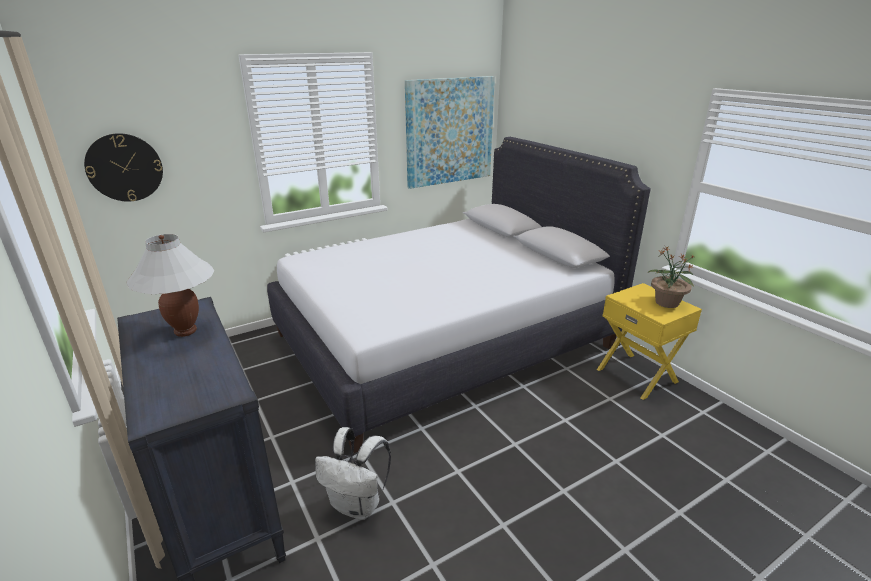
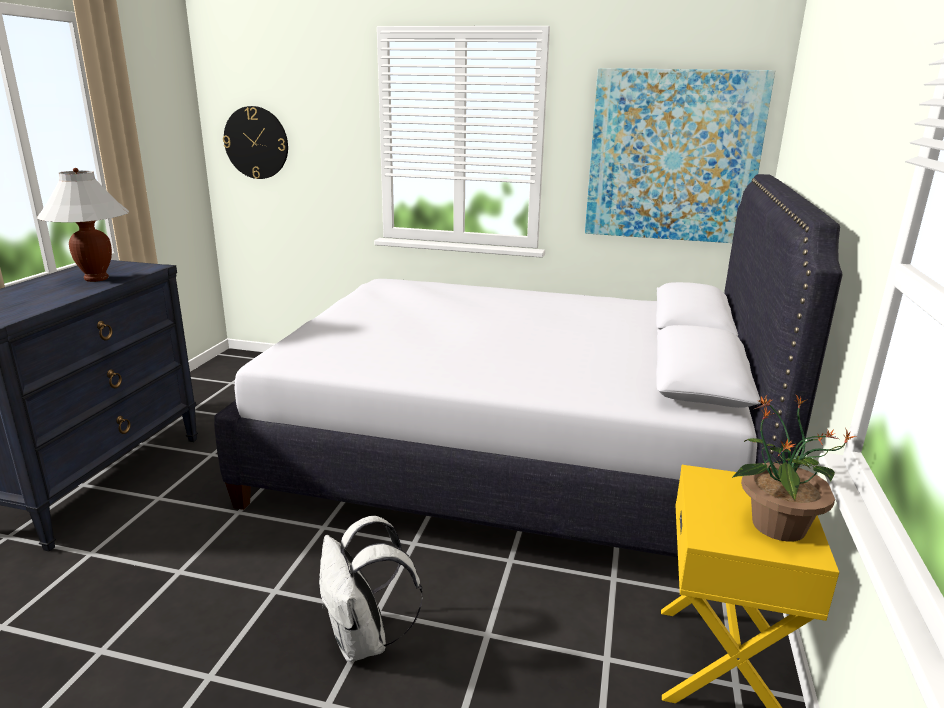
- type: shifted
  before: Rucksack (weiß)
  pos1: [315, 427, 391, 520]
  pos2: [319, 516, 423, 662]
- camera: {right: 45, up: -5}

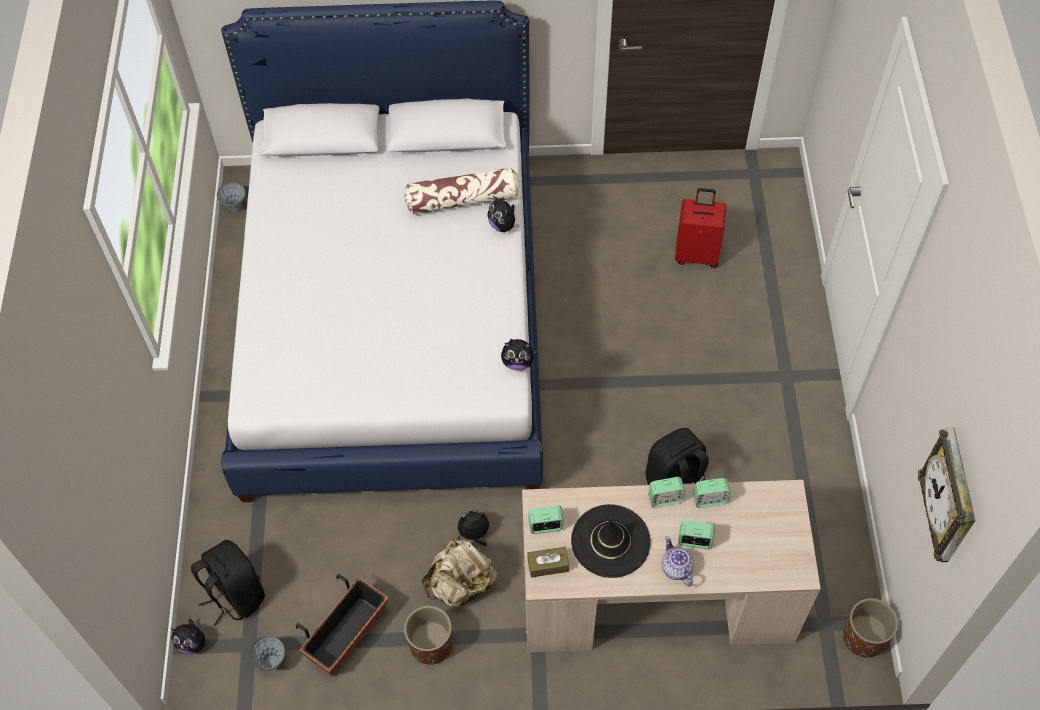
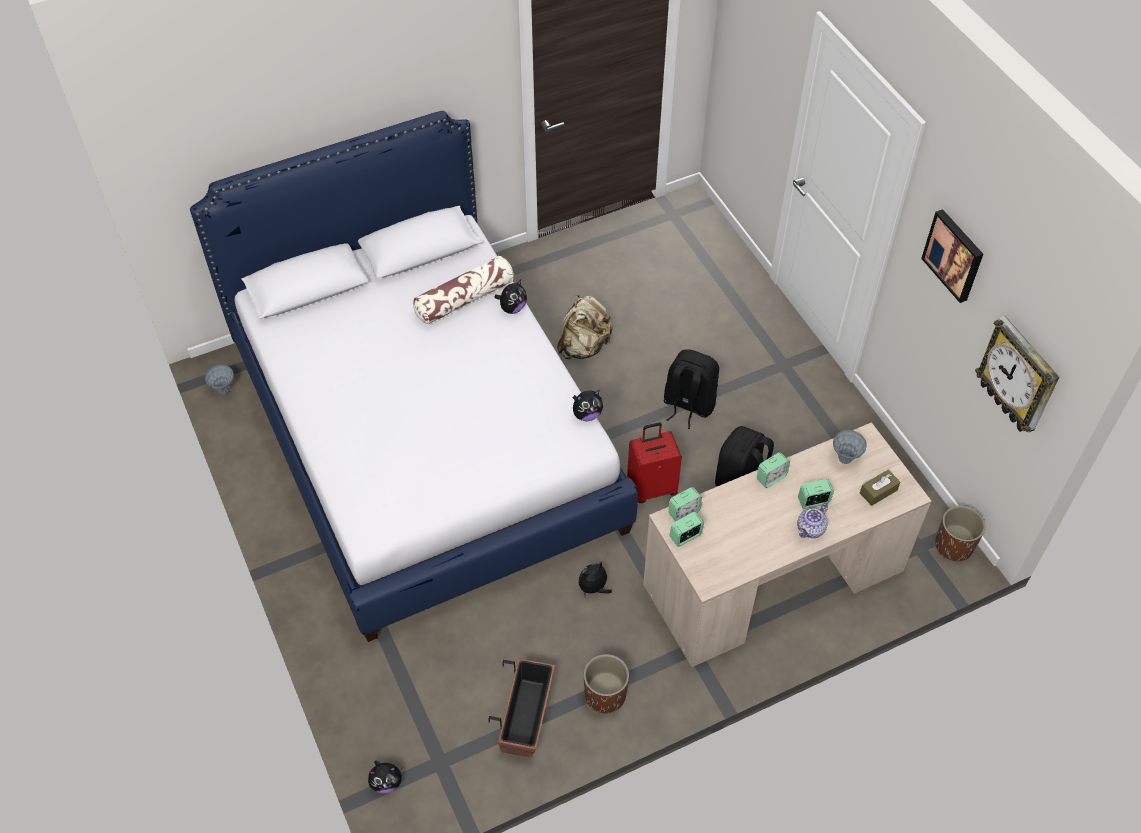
- type: shifted
  before: Rucksack (schwarz)
  pos1: [191, 540, 265, 626]
  pos2: [664, 349, 719, 429]
- type: shifted
  before: Vase (grau)
  pos1: [250, 636, 285, 671]
  pos2: [833, 430, 867, 464]
- type: shifted
  before: Rucksack (beige)
  pos1: [422, 540, 497, 607]
  pos2: [557, 295, 613, 359]
- type: rotated
  before: Plüschtier
  pos1: [487, 196, 520, 232]
  pos2: [494, 279, 527, 314]
  turn: -75
- type: shifted
  before: Taschentuchbox (braun)
  pos1: [527, 547, 569, 578]
  pos2: [860, 470, 900, 506]
- type: gone
  before: Hut (schwarz)
  pos1: [571, 504, 651, 578]
- type: rotated
  before: Teekanne
  pos1: [662, 536, 694, 587]
  pos2: [797, 504, 828, 538]
  turn: -90
- type: shifted
  before: Koffer (rot)
  pos1: [675, 188, 726, 268]
  pos2: [627, 422, 682, 503]
- type: shifted
  before: Wecker
  pos1: [693, 478, 730, 508]
  pos2: [668, 487, 702, 521]
- type: new
  after: Bild
  pos2: [921, 209, 983, 303]
- camera: {right: -25, up: -5}

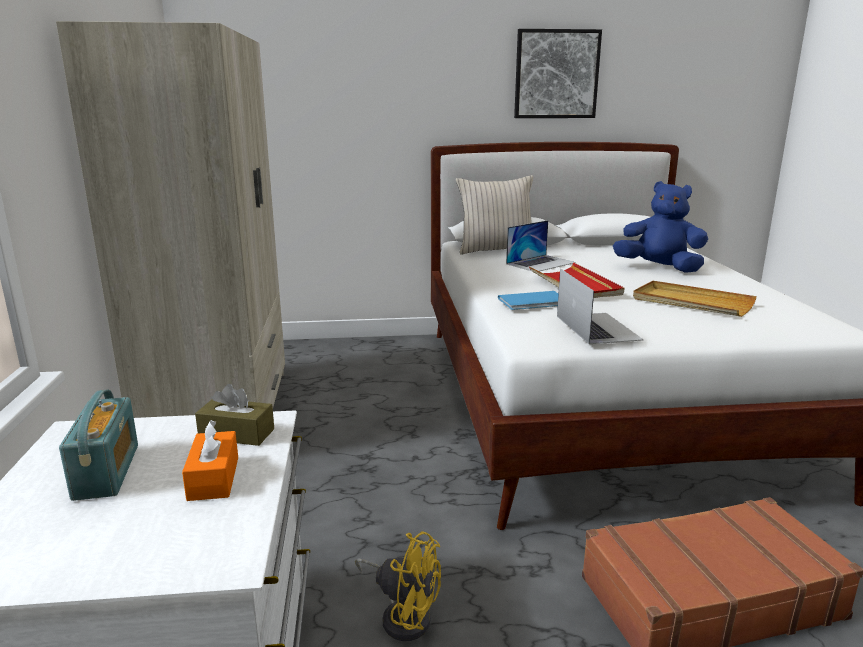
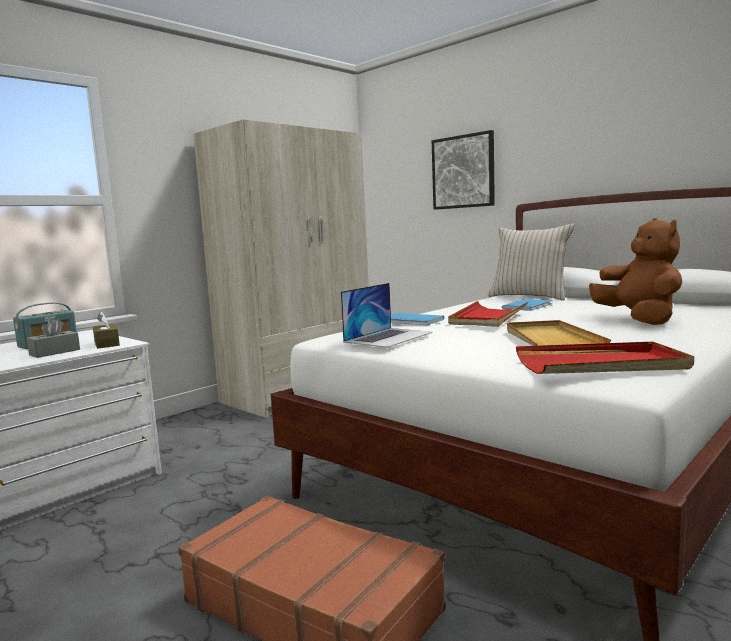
- type: repainted
  before: Taschentuchbox (orange)
  after: Taschentuchbox (grau)
  pos1: [182, 420, 238, 501]
  pos2: [27, 318, 80, 358]
- type: gone
  before: Ventilator (gelb)
  pos1: [355, 531, 441, 641]
- type: swapped
  before: Laptop
  after: Buch (blau)
  pos1: [506, 220, 576, 271]
  pos2: [502, 299, 552, 311]
- type: shifted
  before: Bild
  pos1: [514, 29, 602, 118]
  pos2: [432, 130, 495, 210]
- type: repainted
  before: Plüschtier (blau)
  after: Plüschtier (braun)
  pos1: [613, 181, 708, 273]
  pos2: [589, 218, 682, 325]
- type: new
  after: Tablett (rot)
  pos2: [516, 341, 694, 374]
- camera: {right: 50, up: -10}

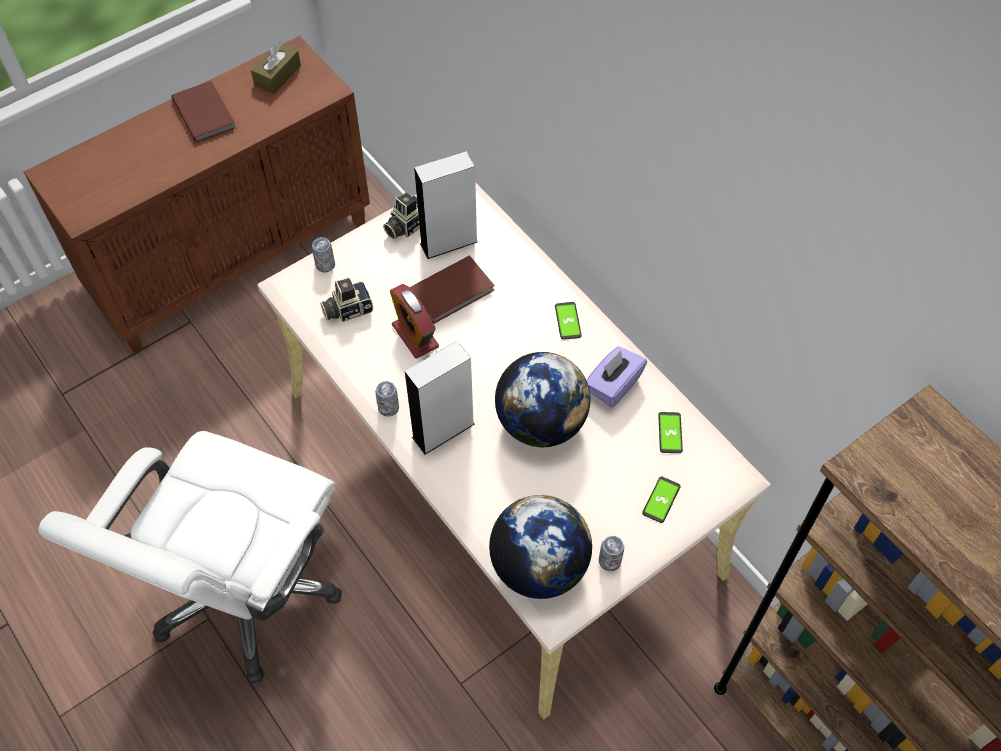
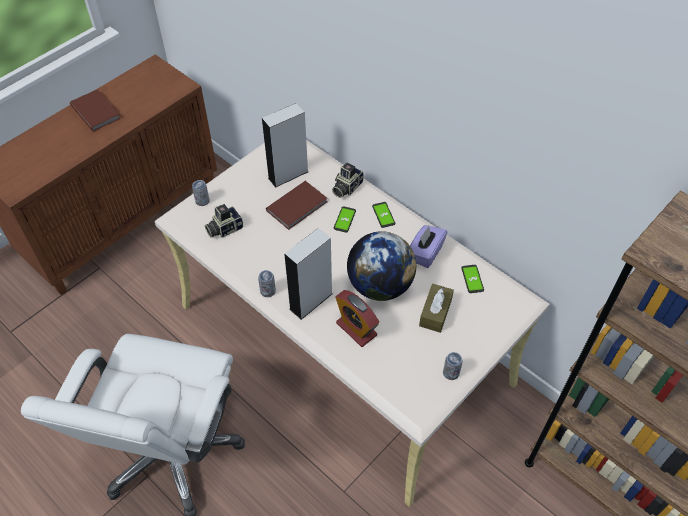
- type: shifted
  before: Taschentuchbox (braun)
  pos1: [251, 42, 301, 94]
  pos2: [419, 284, 454, 333]
- type: shifted
  before: Kamera
  pos1: [383, 193, 420, 239]
  pos2: [332, 163, 364, 198]
- type: shifted
  before: Wecker
  pos1: [390, 284, 439, 359]
  pos2: [335, 290, 379, 347]
- type: gone
  before: Globus
  pos1: [489, 495, 592, 599]
- type: shifted
  before: Handy
  pos1: [642, 476, 680, 523]
  pos2: [334, 206, 356, 233]
- camera: {right: -10, up: -5}

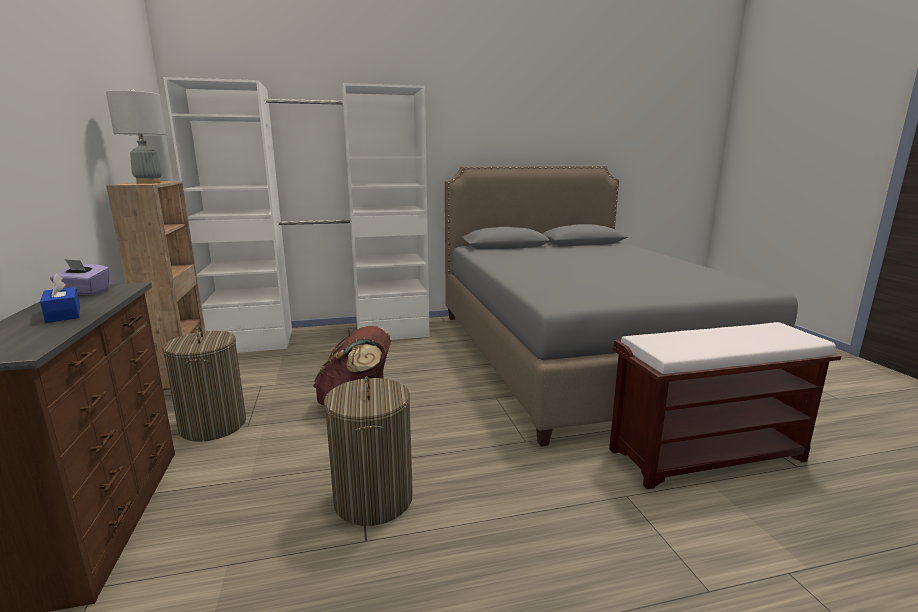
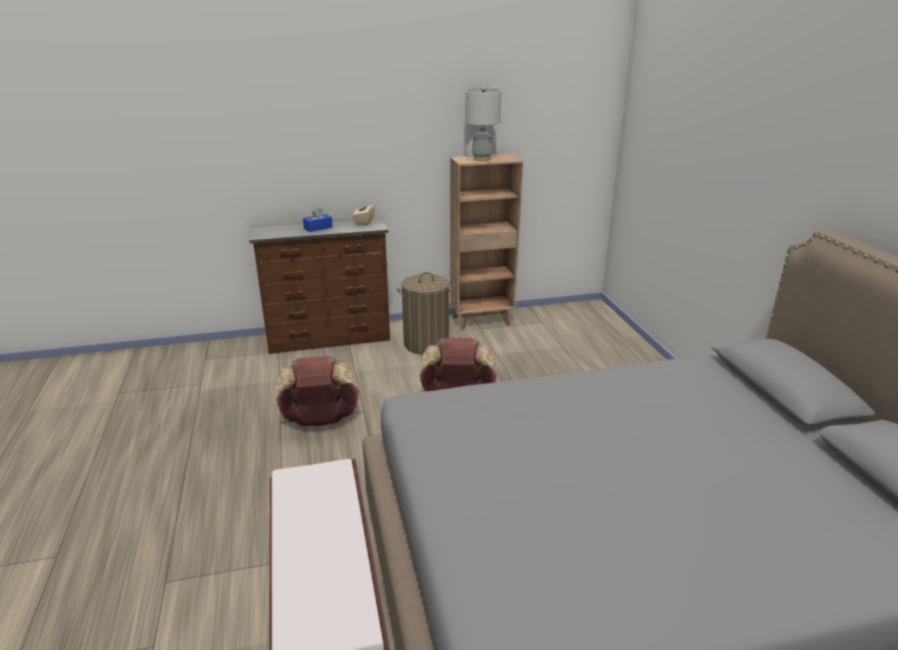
- type: repainted
  before: Taschentuchbox (lila)
  after: Taschentuchbox (beige)
  pos1: [50, 259, 110, 295]
  pos2: [353, 200, 375, 225]
- type: gone
  before: Kleiderschrank (weiß)
  pos1: [163, 77, 430, 353]
- type: swapped
  before: Wäschekorb
  after: Rucksack (braun)
  pos1: [324, 376, 413, 526]
  pos2: [275, 356, 360, 426]
- camera: {right: 90, up: 10}

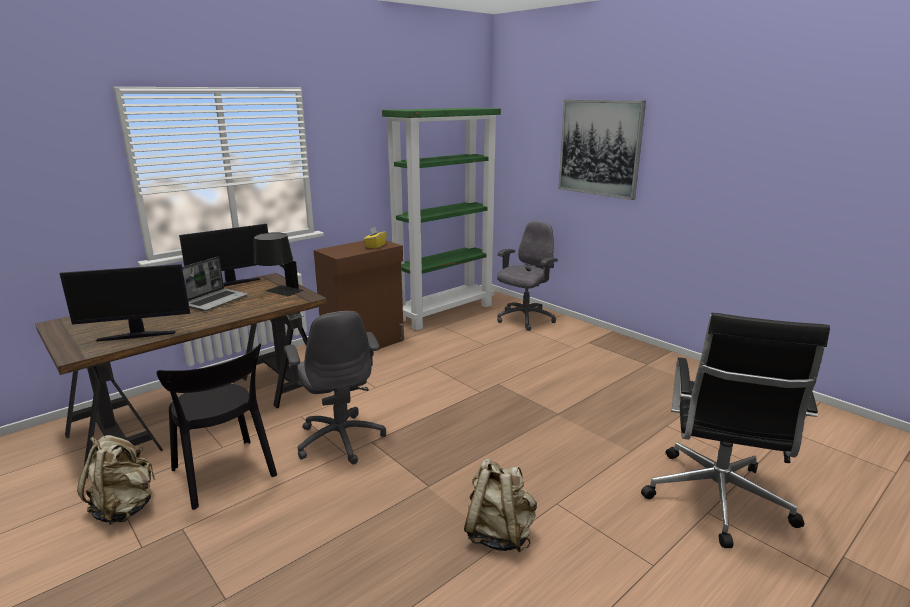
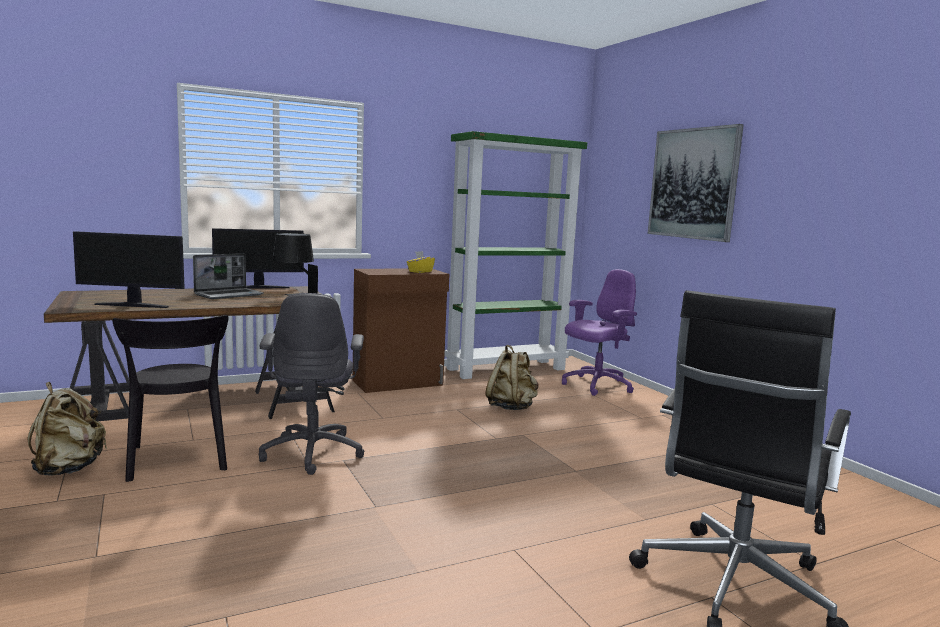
- type: shifted
  before: Rucksack (beige)
  pos1: [464, 459, 537, 552]
  pos2: [485, 345, 539, 410]
- type: repainted
  before: Bürostuhl (grau)
  after: Bürostuhl (lila)
  pos1: [497, 221, 558, 331]
  pos2: [562, 269, 637, 396]
- camera: {right: 15, up: -10}

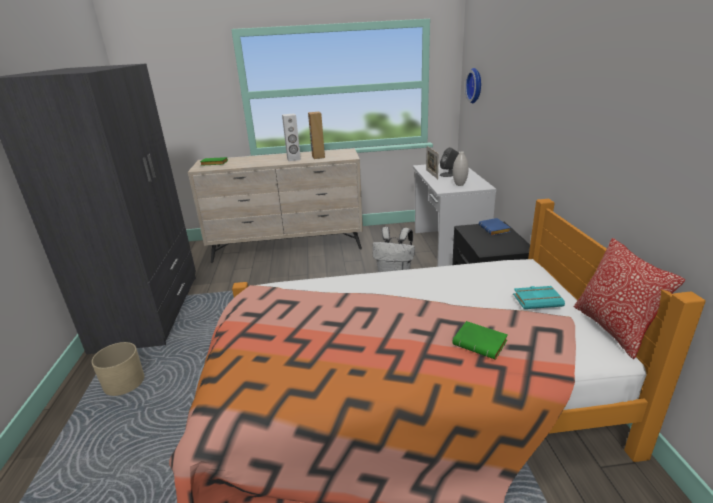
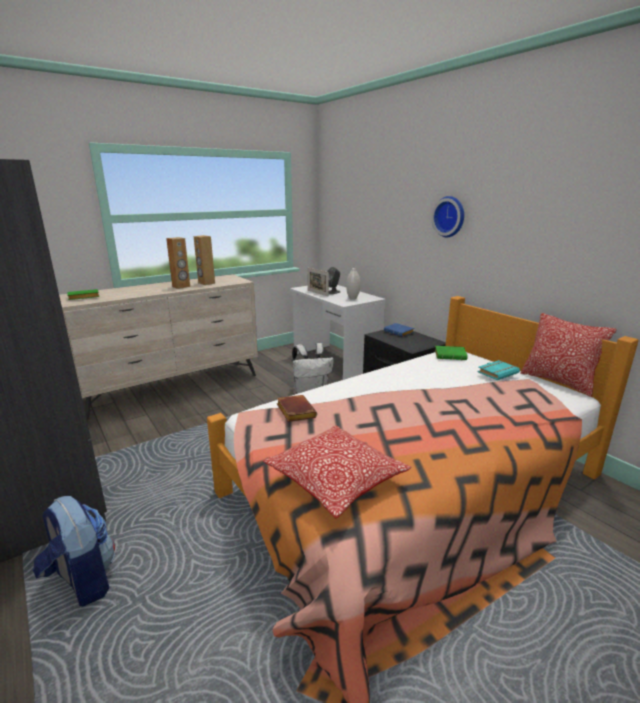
- type: swapped
  before: Pflanzkübel (beige)
  after: Rucksack
  pos1: [91, 342, 144, 396]
  pos2: [33, 496, 115, 606]
- type: repainted
  before: Lautsprecher (weiß)
  after: Lautsprecher (braun)
  pos1: [282, 113, 301, 161]
  pos2: [166, 237, 190, 289]
- type: shifted
  before: Buch (grün)
  pos1: [452, 321, 508, 360]
  pos2: [435, 346, 468, 360]
- type: shifted
  before: Wanduhr
  pos1: [465, 68, 481, 103]
  pos2: [431, 196, 464, 237]
- type: new
  after: Kissen
  pos2: [263, 425, 411, 518]
- type: new
  after: Buch (braun)
  pos2: [277, 395, 317, 422]
- camera: {right: -30, up: -5}

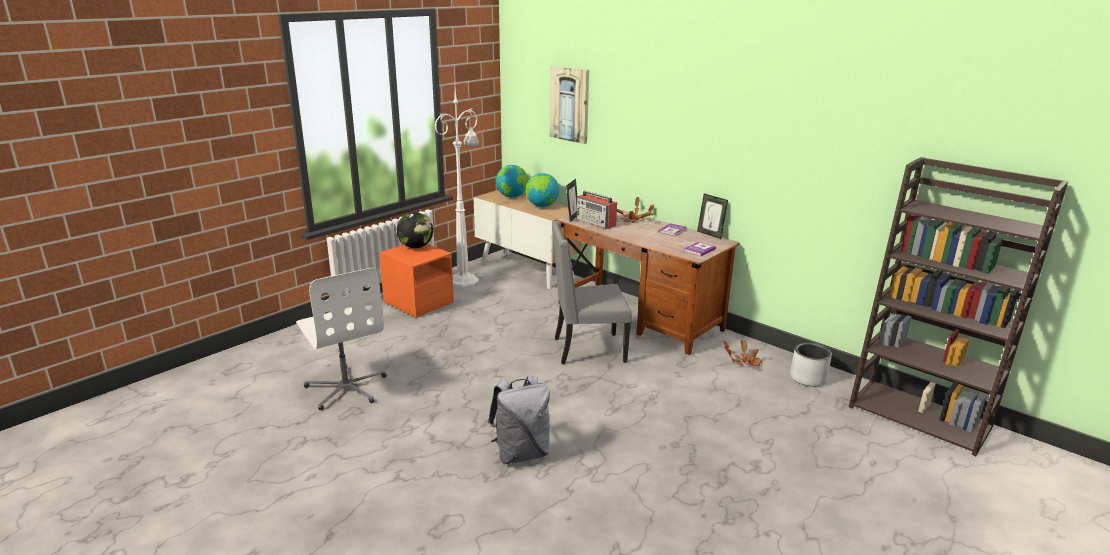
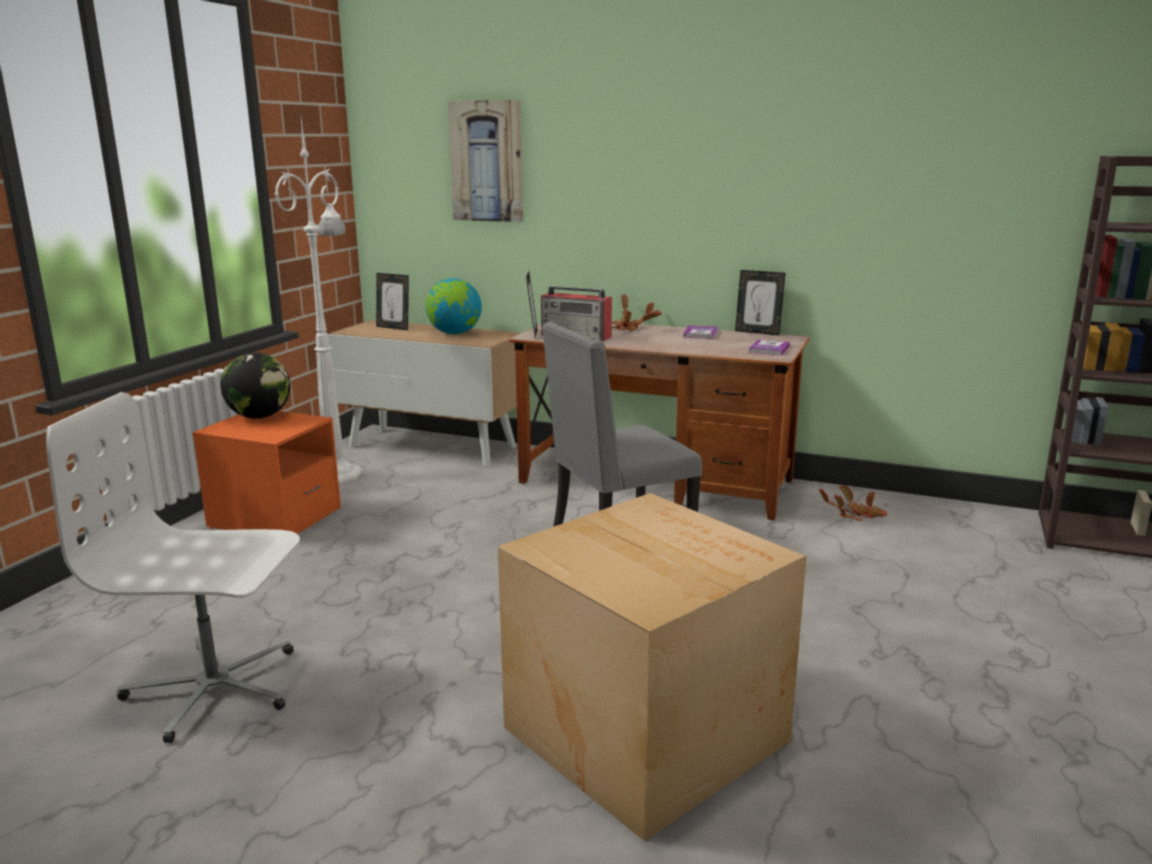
- type: rotated
  before: Bürostuhl (weiß)
  pos1: [296, 268, 387, 410]
  pos2: [46, 392, 300, 743]
  turn: 150
- type: swapped
  before: Rucksack (grau)
  after: Karton
  pos1: [488, 376, 550, 464]
  pos2: [498, 493, 807, 841]
- type: swapped
  before: Globus
  after: Bilderrahmen
  pos1: [496, 165, 528, 197]
  pos2: [376, 273, 409, 330]
- type: gone
  before: Pflanzkübel (grau)
  pos1: [790, 343, 832, 387]
- camera: {right: -20, up: -5}

